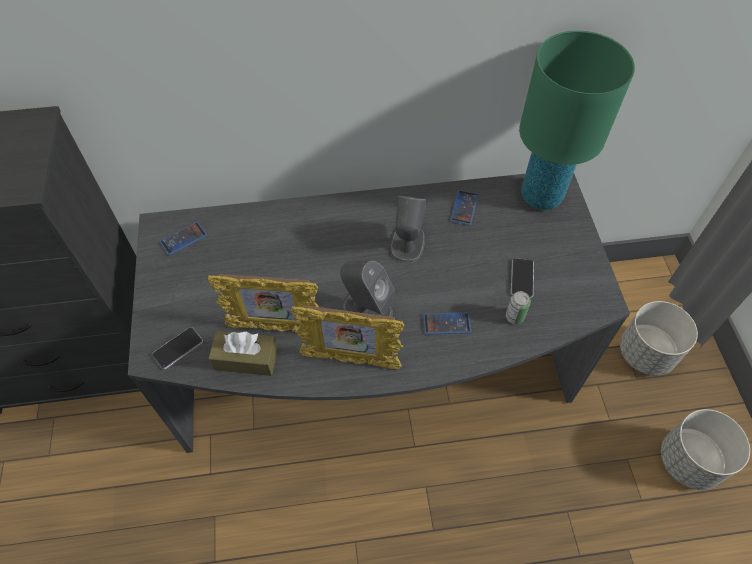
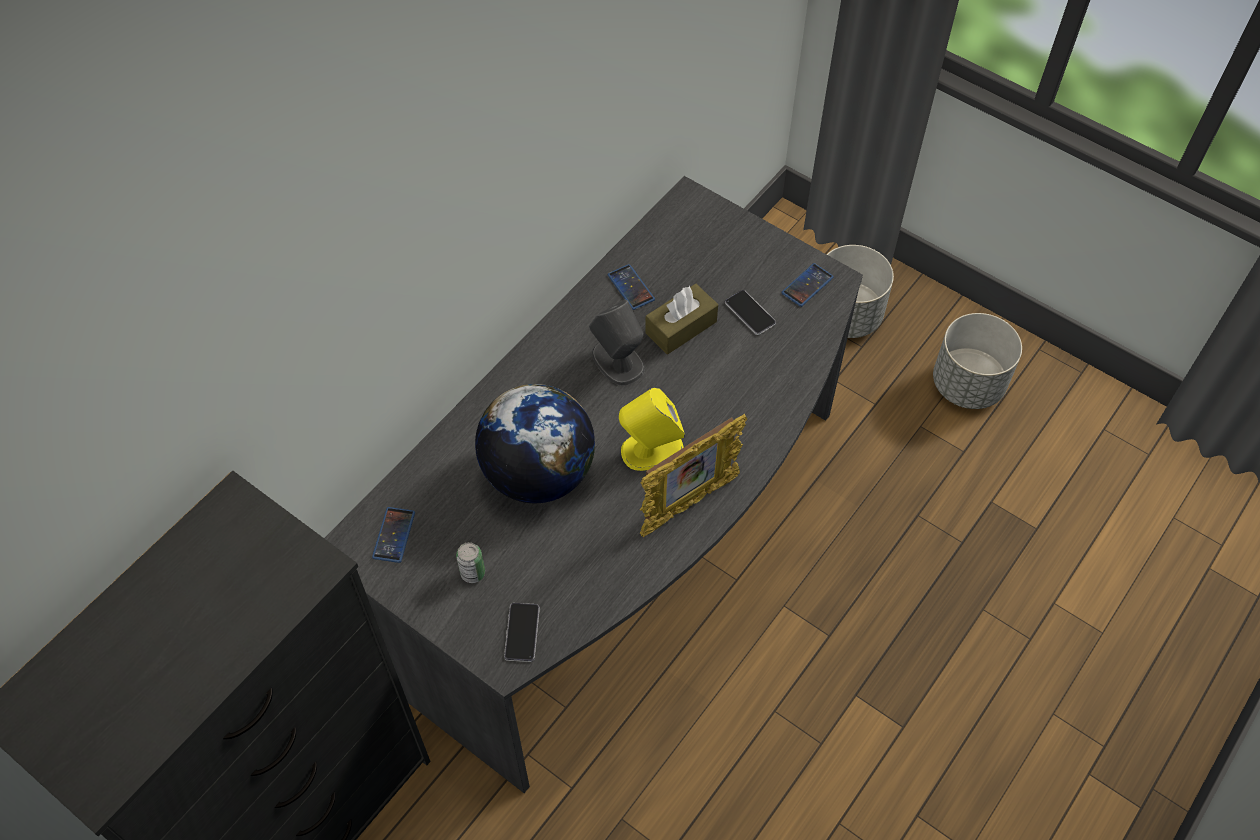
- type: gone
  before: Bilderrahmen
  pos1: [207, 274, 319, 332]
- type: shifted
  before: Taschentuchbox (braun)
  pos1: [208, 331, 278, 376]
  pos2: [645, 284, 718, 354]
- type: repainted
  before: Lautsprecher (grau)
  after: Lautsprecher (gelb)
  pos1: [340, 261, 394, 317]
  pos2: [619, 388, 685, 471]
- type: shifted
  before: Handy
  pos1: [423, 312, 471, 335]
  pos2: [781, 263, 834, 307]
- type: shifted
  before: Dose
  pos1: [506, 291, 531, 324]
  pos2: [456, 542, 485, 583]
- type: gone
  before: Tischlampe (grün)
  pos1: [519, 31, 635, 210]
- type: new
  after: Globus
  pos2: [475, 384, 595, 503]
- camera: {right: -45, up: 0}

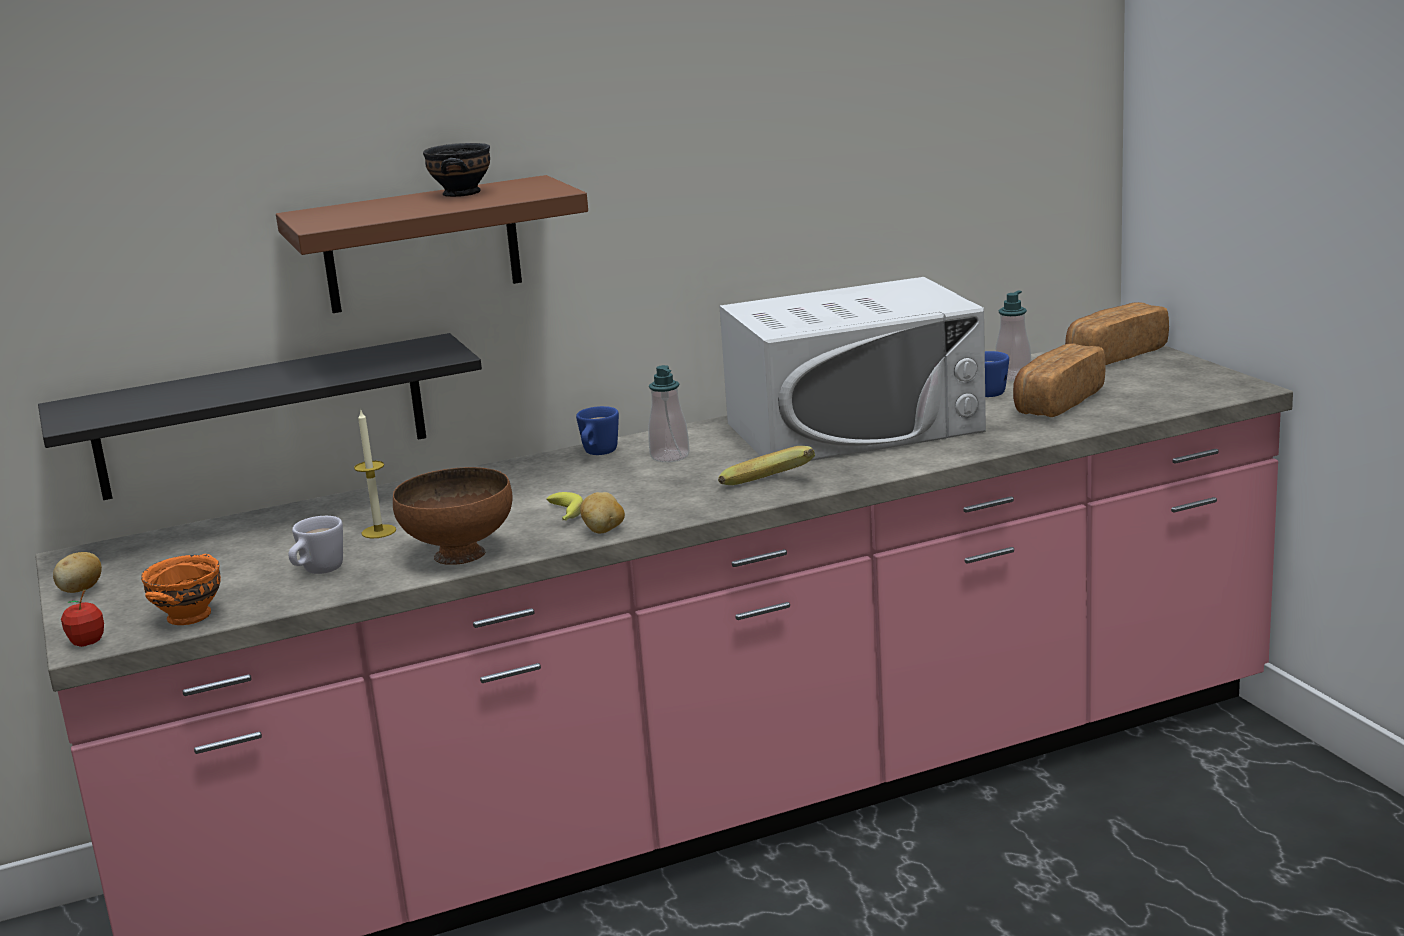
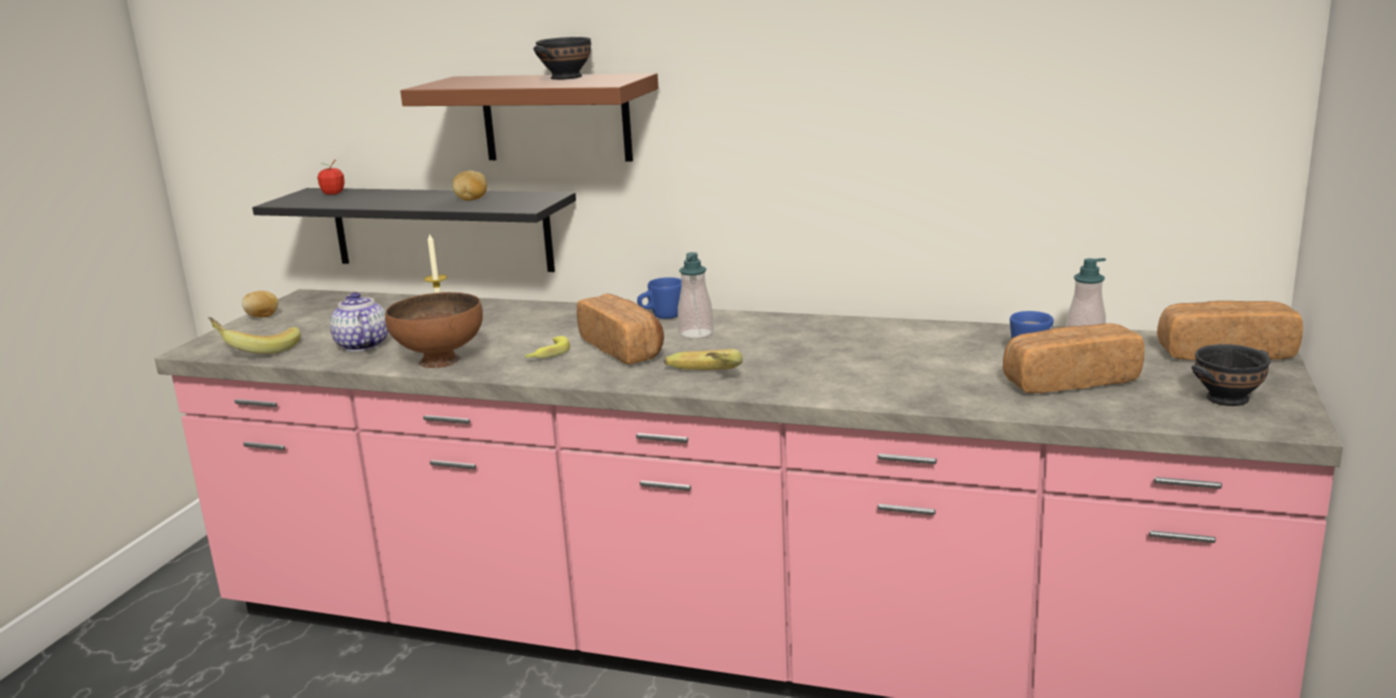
- type: shifted
  before: Apfel
  pos1: [61, 590, 104, 647]
  pos2: [317, 160, 345, 195]
- type: swapped
  before: Schüssel (orange)
  after: Banane
  pos1: [141, 554, 221, 625]
  pos2: [208, 317, 301, 354]
- type: swapped
  before: Henkelbecher (weiß)
  after: Teekanne
  pos1: [288, 516, 343, 574]
  pos2: [330, 292, 389, 352]
- type: shifted
  before: Kartoffel
  pos1: [580, 492, 625, 533]
  pos2: [452, 170, 487, 201]
- type: gone
  before: Mikrowelle (weiß)
  pos1: [720, 277, 986, 461]
- type: new
  after: Brot
  pos2: [577, 294, 664, 365]
- type: new
  after: Schüssel (schwarz)
  pos2: [1191, 344, 1271, 406]
- camera: {right: 40, up: 0}

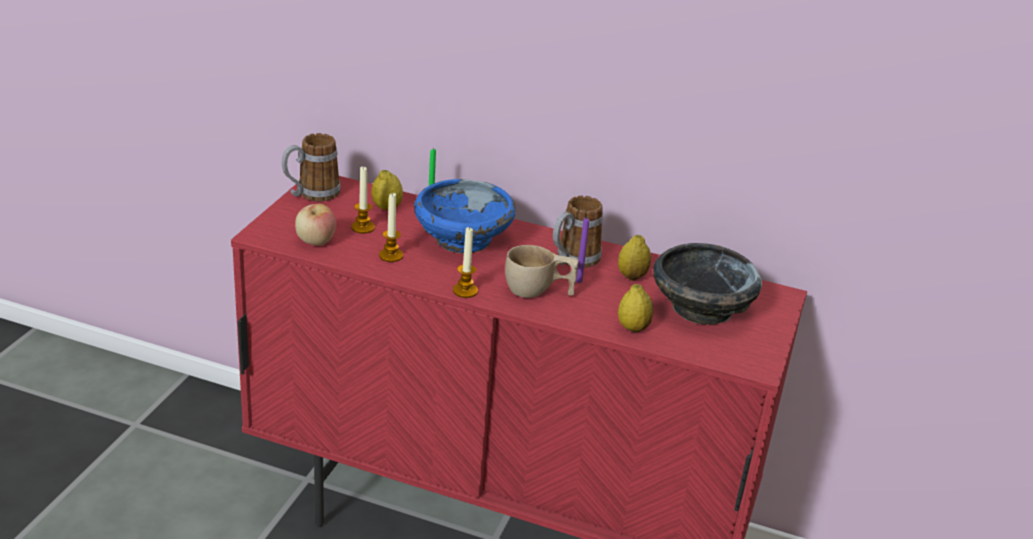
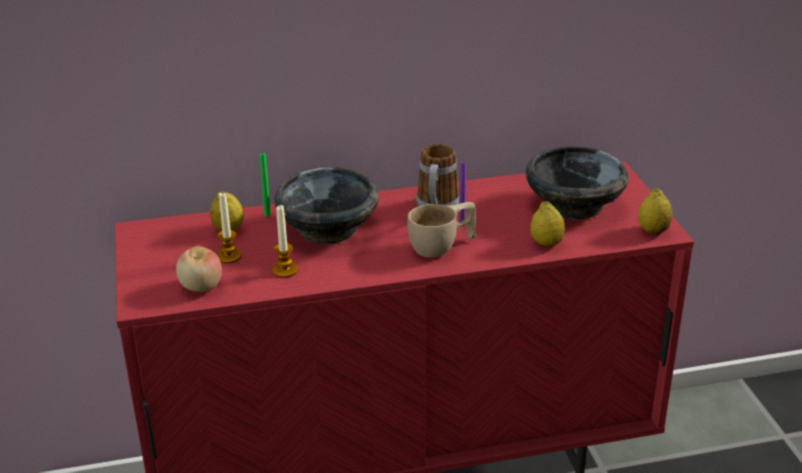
- type: gone
  before: Henkelbecher
  pos1: [282, 133, 341, 202]
- type: repainted
  before: Schüssel (blau)
  after: Schüssel (schwarz)
  pos1: [414, 179, 516, 254]
  pos2: [274, 167, 378, 245]
- type: gone
  before: Kerze
  pos1: [453, 226, 478, 298]
- type: shifted
  before: Zitrone
  pos1: [618, 235, 651, 281]
  pos2: [638, 189, 673, 235]
- camera: {right: -30, up: 0}

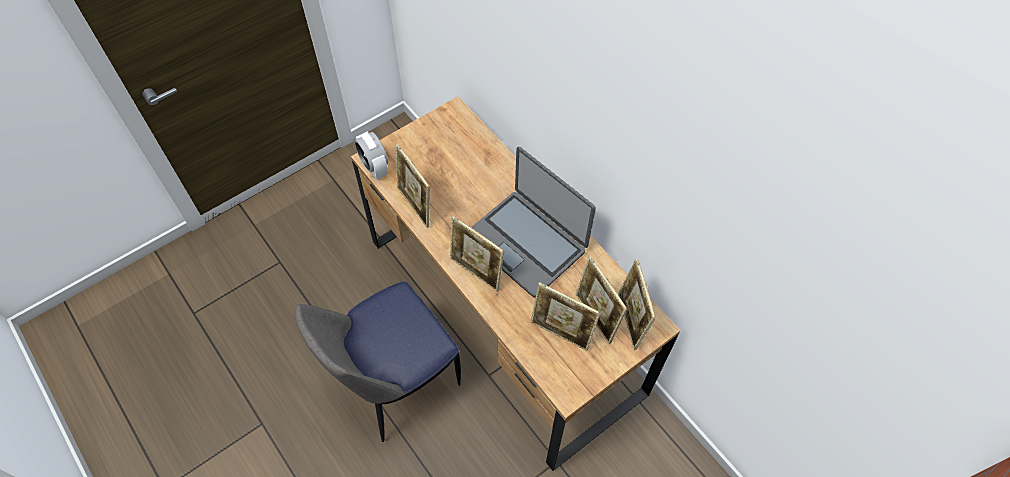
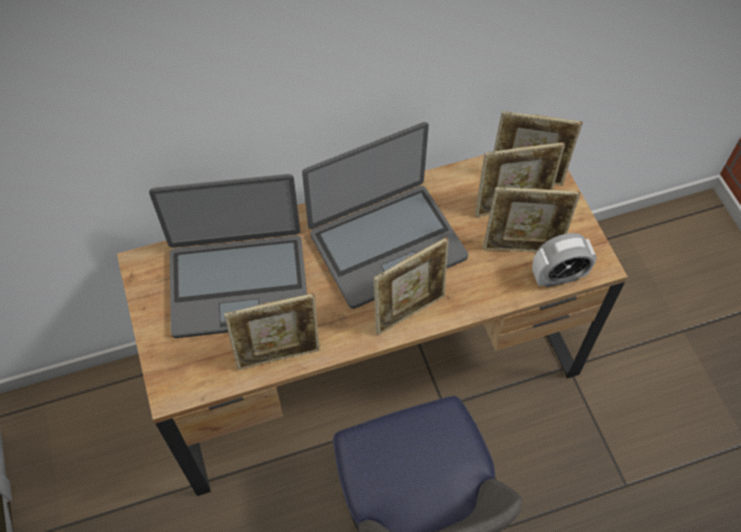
- type: shifted
  before: Wecker
  pos1: [354, 131, 388, 179]
  pos2: [532, 233, 597, 287]
- type: rotated
  before: Bilderrahmen
  pos1: [531, 282, 601, 351]
  pos2: [483, 187, 581, 252]
  turn: 45
- type: new
  after: Laptop
  pos2: [149, 174, 307, 338]
- camera: {right: -70, up: 0}

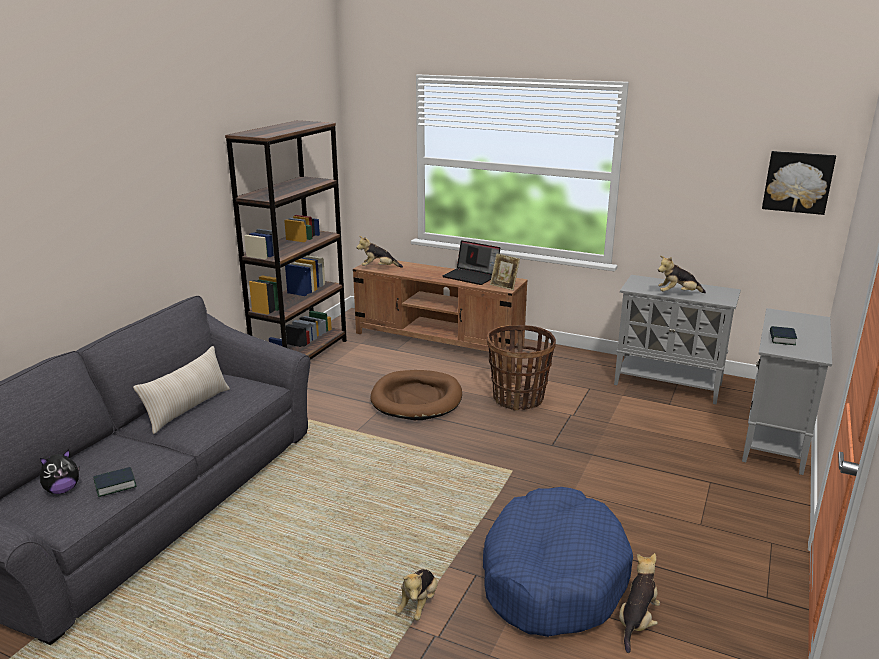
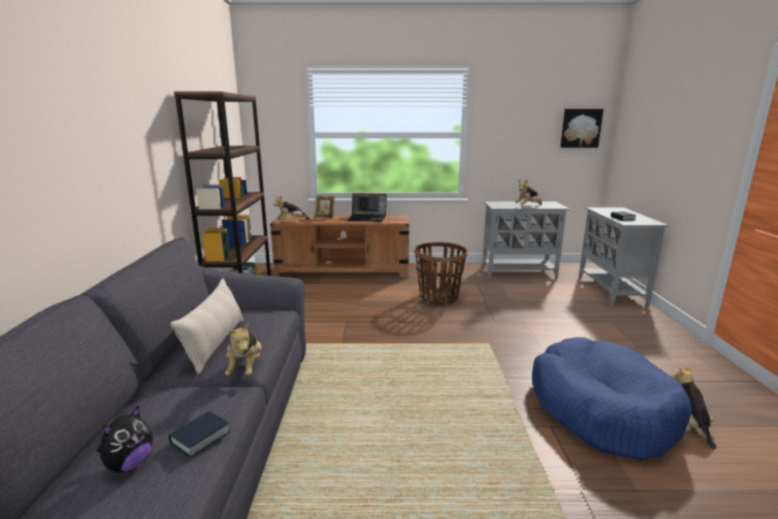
- type: gone
  before: Hundebett (braun)
  pos1: [370, 370, 462, 420]
- type: shifted
  before: Plüschtier
  pos1: [396, 569, 438, 620]
  pos2: [225, 323, 261, 376]
- type: shifted
  before: Bilderrahmen
  pos1: [490, 253, 520, 290]
  pos2: [314, 195, 335, 219]
- camera: {right: -25, up: -5}

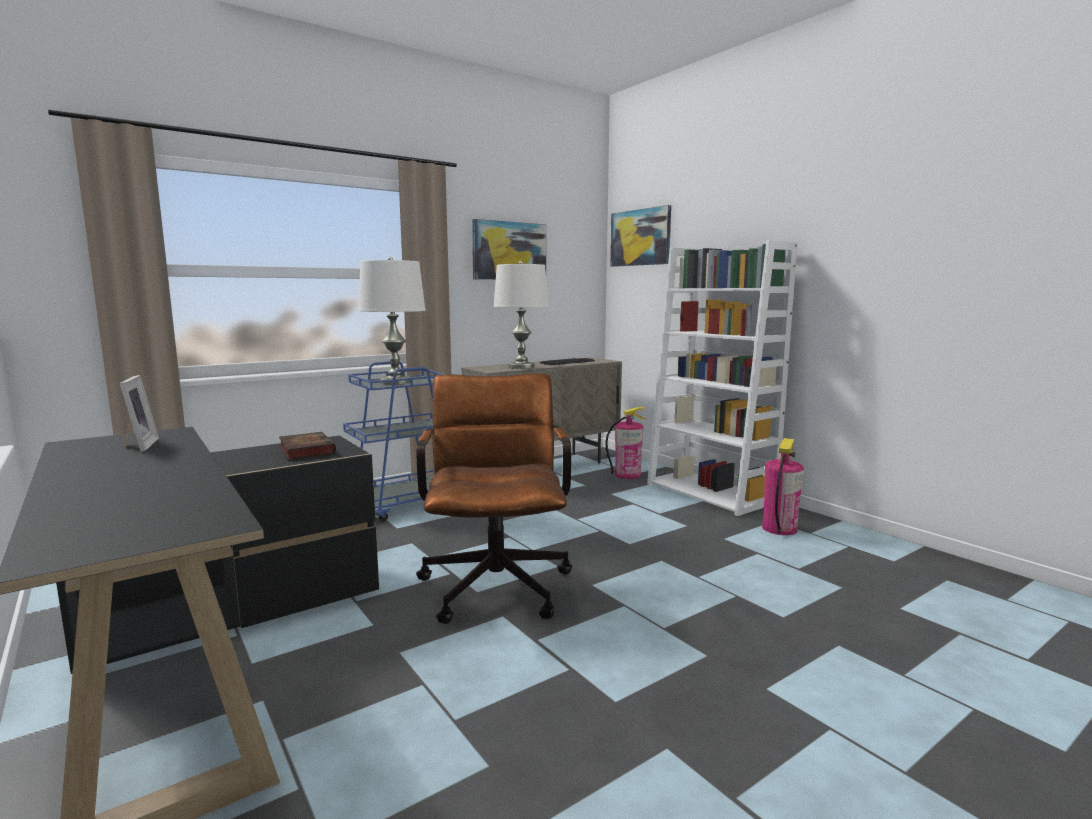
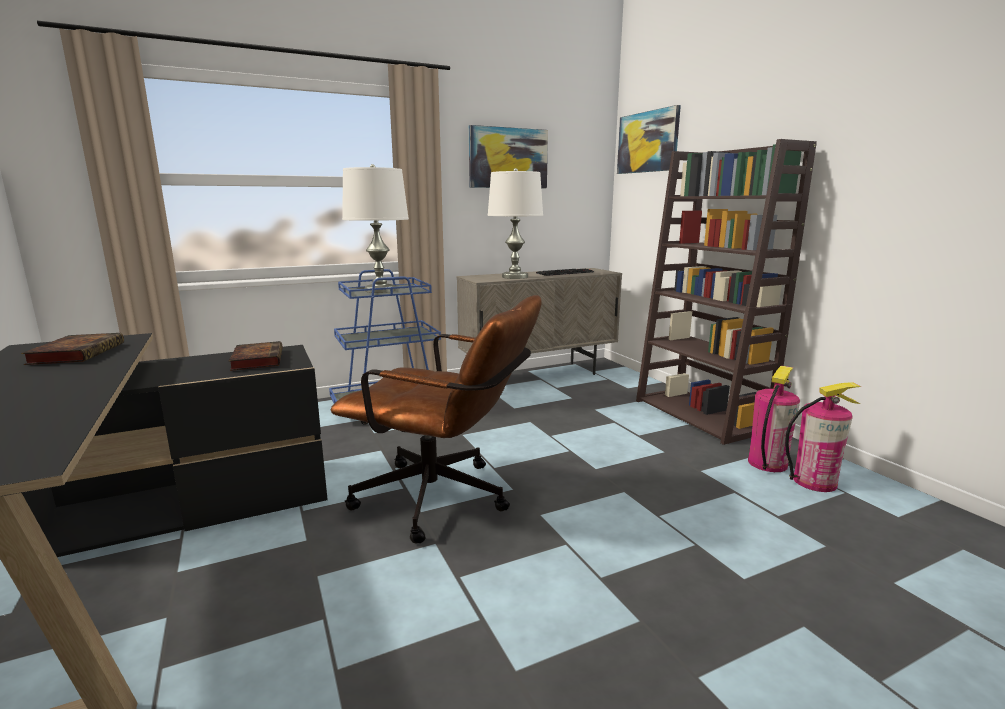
- type: swapped
  before: Bilderrahmen
  after: Buch
  pos1: [120, 375, 159, 452]
  pos2: [21, 333, 124, 365]
- type: rotated
  before: Bürostuhl (braun)
  pos1: [416, 373, 572, 624]
  pos2: [330, 295, 542, 544]
  turn: 105
- type: shifted
  before: Feuerlöscher
  pos1: [605, 407, 648, 479]
  pos2: [785, 382, 861, 492]
- type: repainted
  before: Bücherregal (weiß)
  after: Bücherregal (braun)
  pos1: [647, 240, 798, 516]
  pos2: [636, 139, 817, 445]
- camera: {right: 10, up: 5}

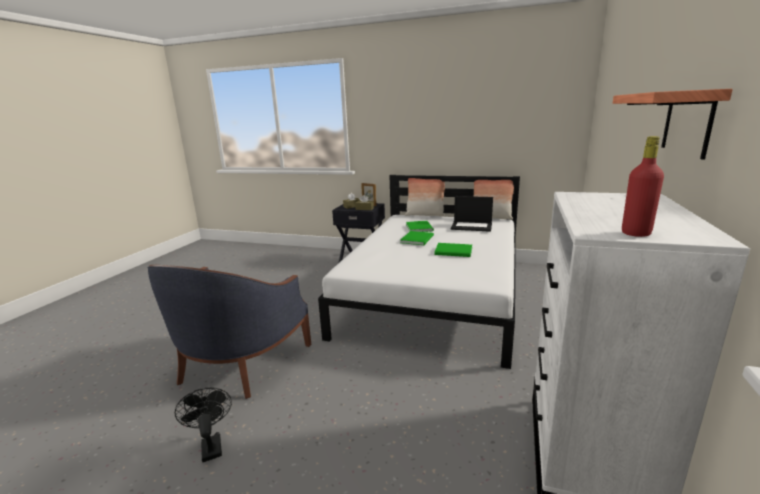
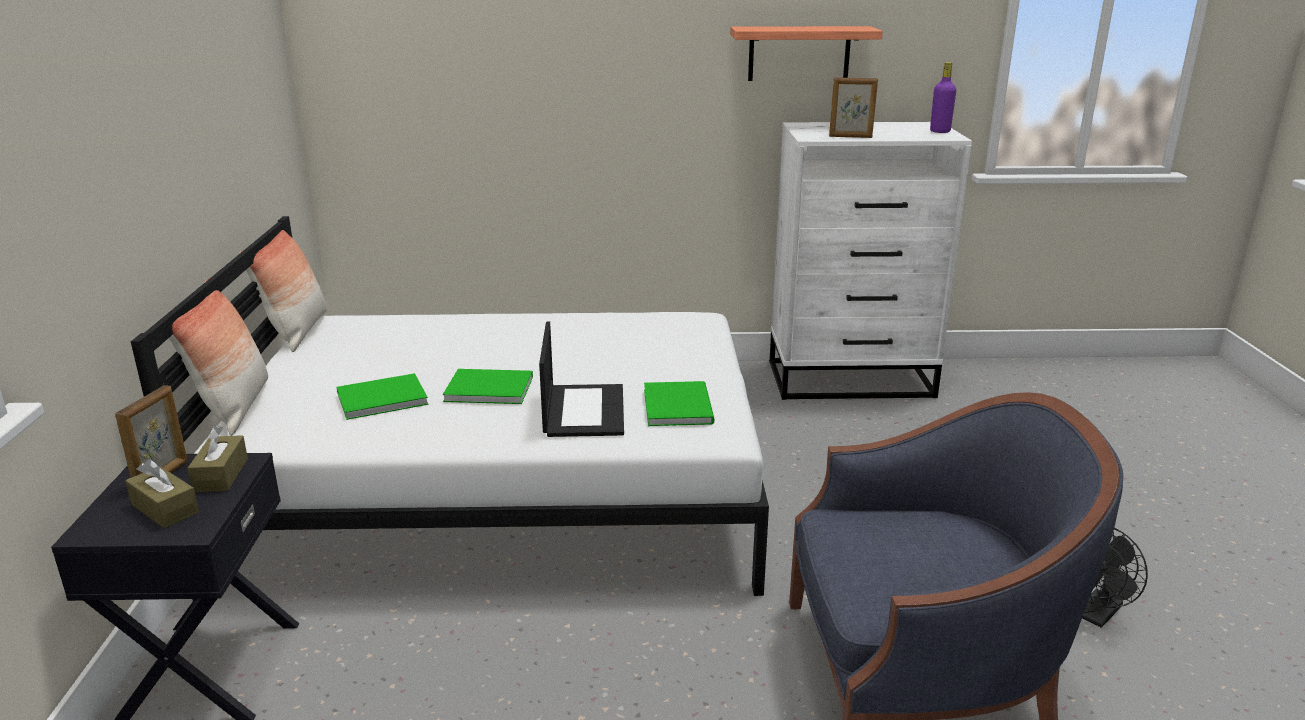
- type: shifted
  before: Buch (grün)
  pos1: [434, 243, 472, 257]
  pos2: [644, 381, 714, 426]
- type: shifted
  before: Laptop
  pos1: [451, 196, 493, 232]
  pos2: [539, 321, 624, 437]
- type: repainted
  before: Flasche (rot)
  after: Flasche (lila)
  pos1: [622, 136, 664, 237]
  pos2: [930, 62, 956, 133]
- type: new
  after: Bilderrahmen
  pos2: [829, 77, 878, 138]
- camera: {right: -110, up: 5}

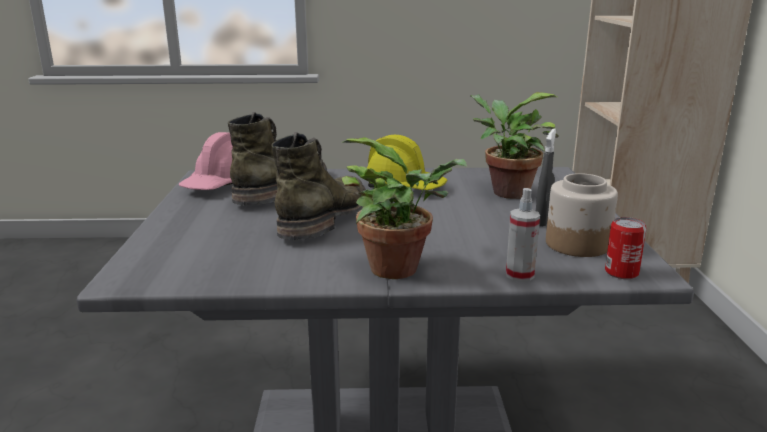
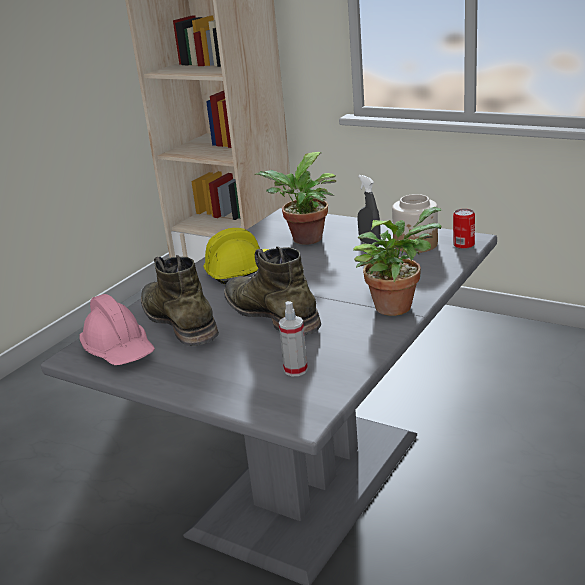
- type: shifted
  before: Sprühflasche
  pos1: [506, 188, 540, 282]
  pos2: [279, 301, 308, 376]
- camera: {right: -55, up: 5}

